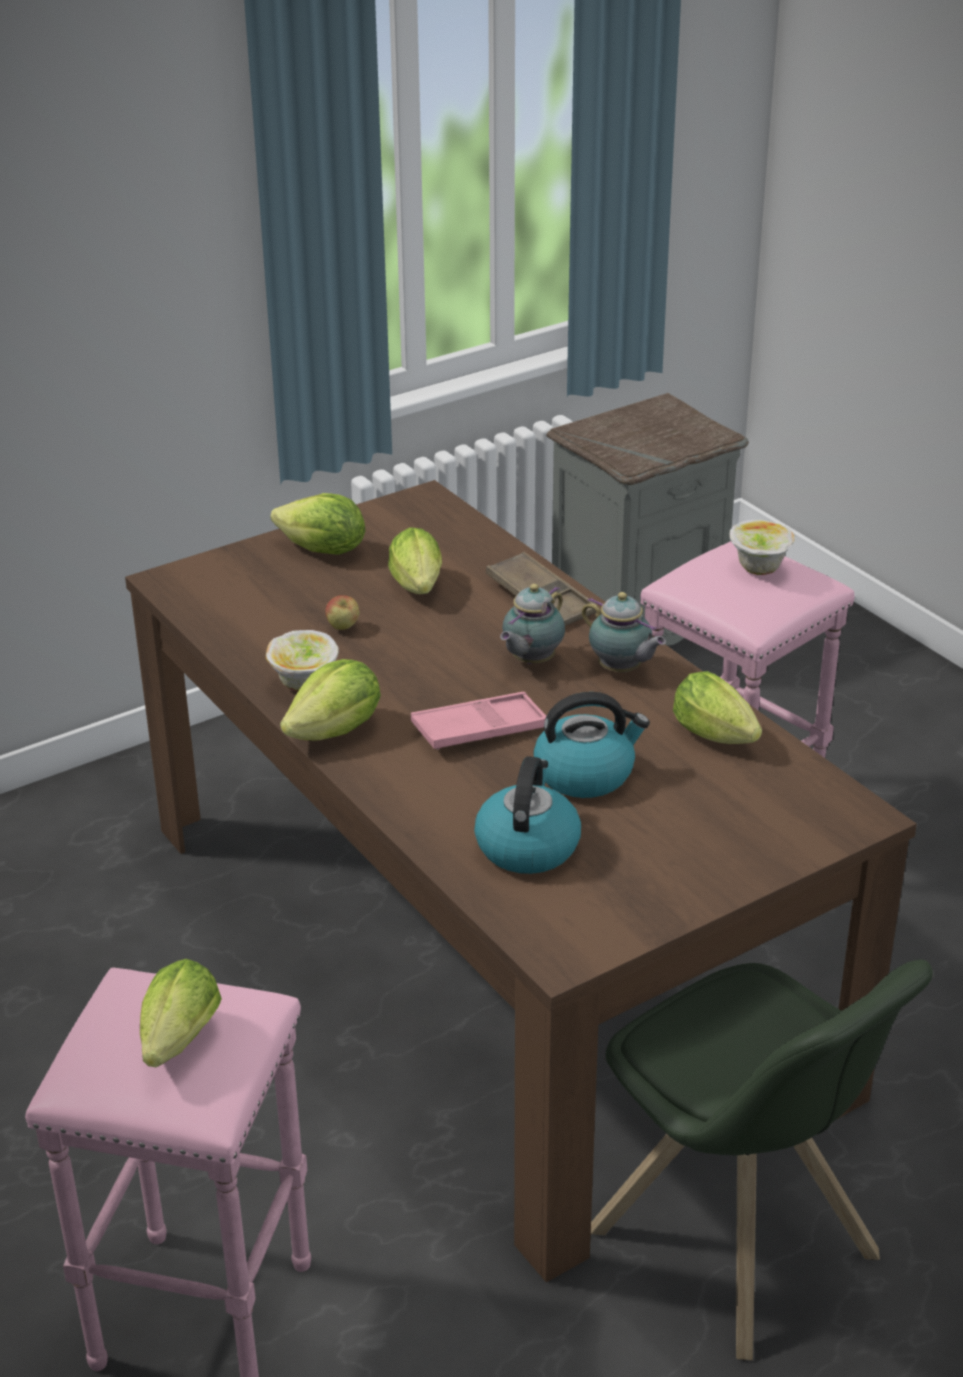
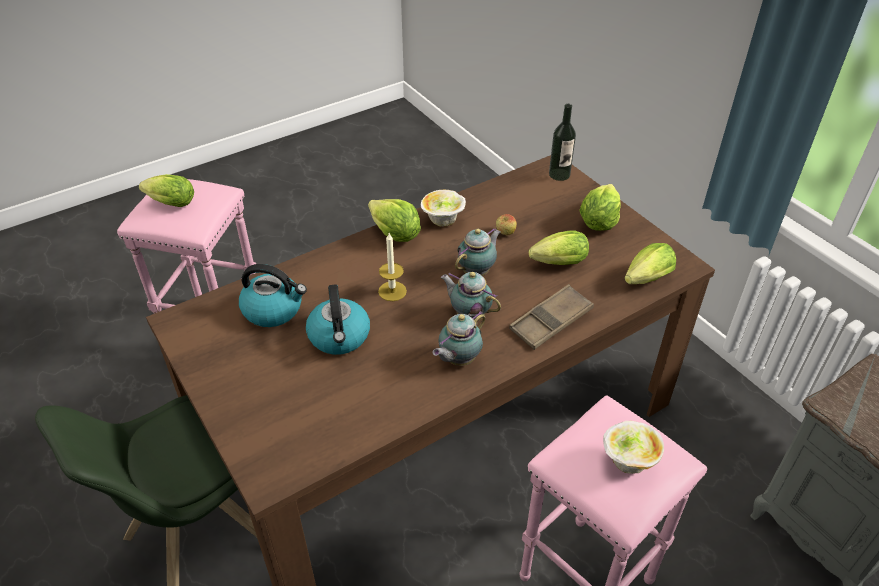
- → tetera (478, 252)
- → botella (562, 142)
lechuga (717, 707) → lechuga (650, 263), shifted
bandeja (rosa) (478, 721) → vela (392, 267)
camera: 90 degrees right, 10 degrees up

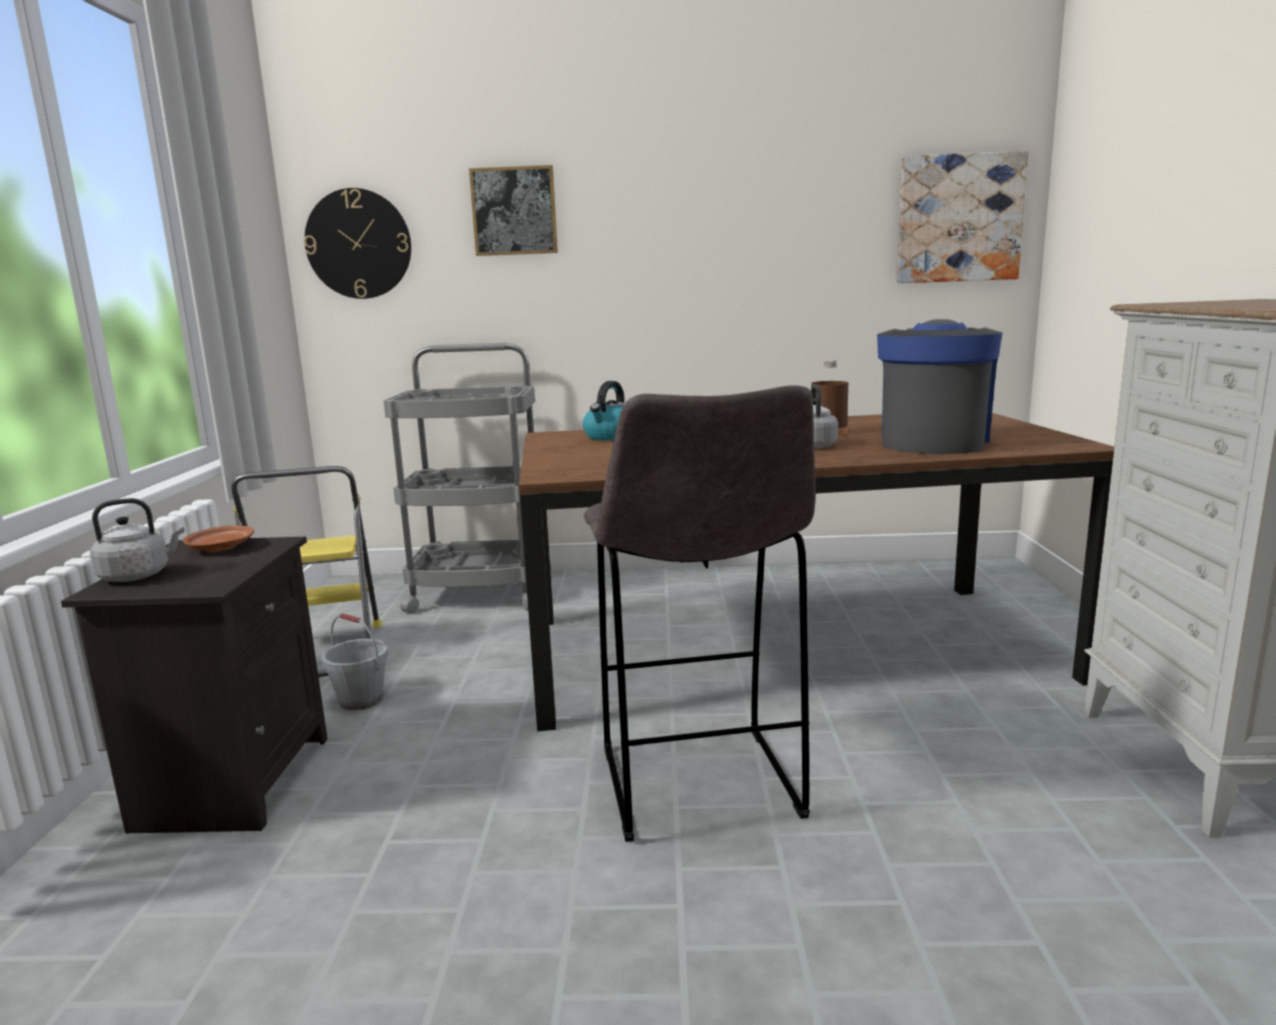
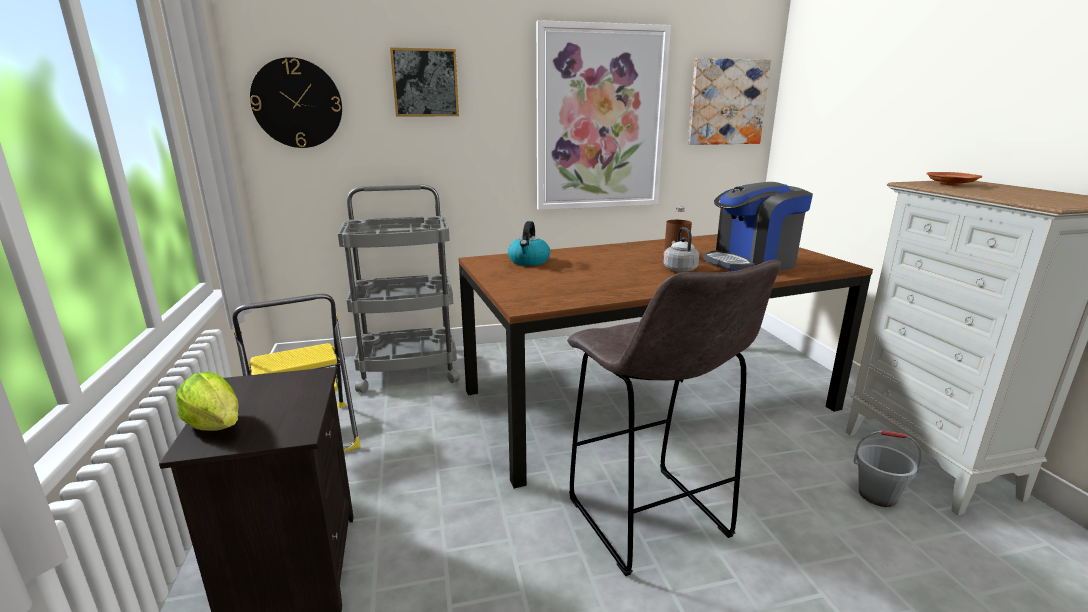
- → cuadro (603, 115)
plato (marrón) (218, 538) → plato (marrón) (954, 179), shifted
cubo (gris) (354, 661) → cubo (gris) (888, 468), shifted
hervidor (gris) (137, 540) → lechuga (207, 401)
cafetera (940, 386) → cafetera (758, 226), 120 degrees counterclockwise
camera: 15 degrees left, 5 degrees up

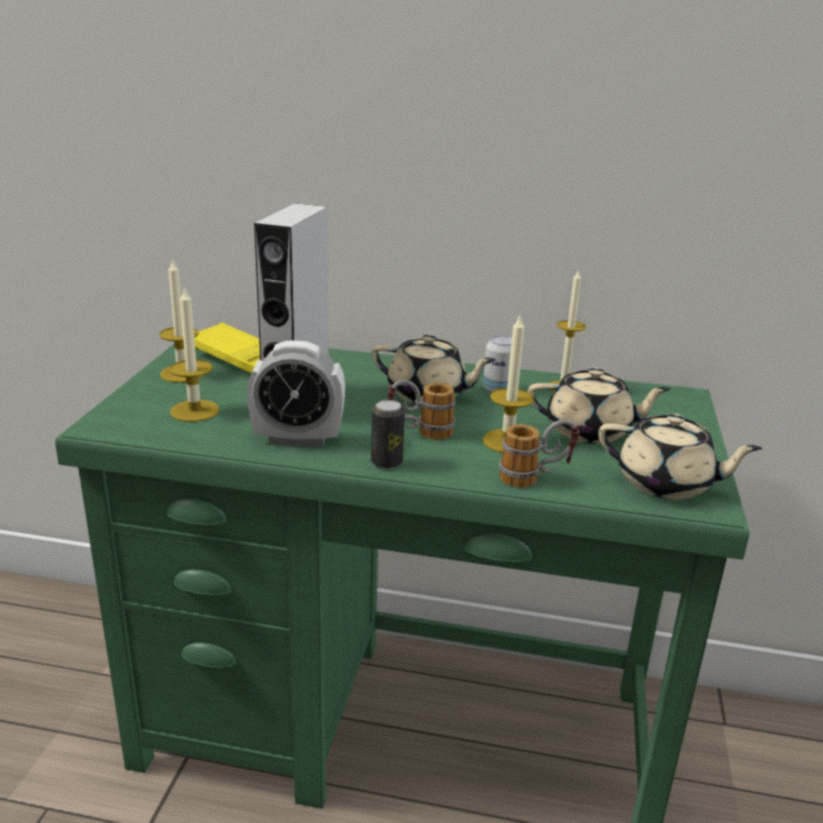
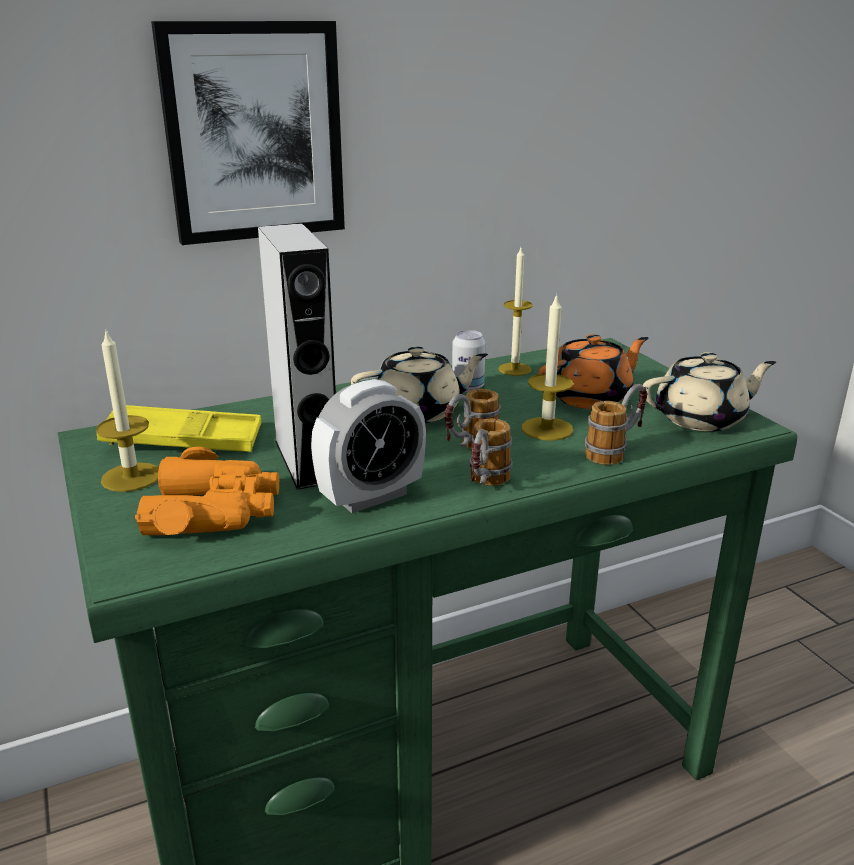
- → cuadro (248, 133)
vela (195, 354) → prismáticos (naranja) (207, 491)
lata (388, 434) → taza grande (491, 452)
tetera (beis) (599, 405) → tetera (naranja) (593, 371)
camera: 35 degrees left, 0 degrees up

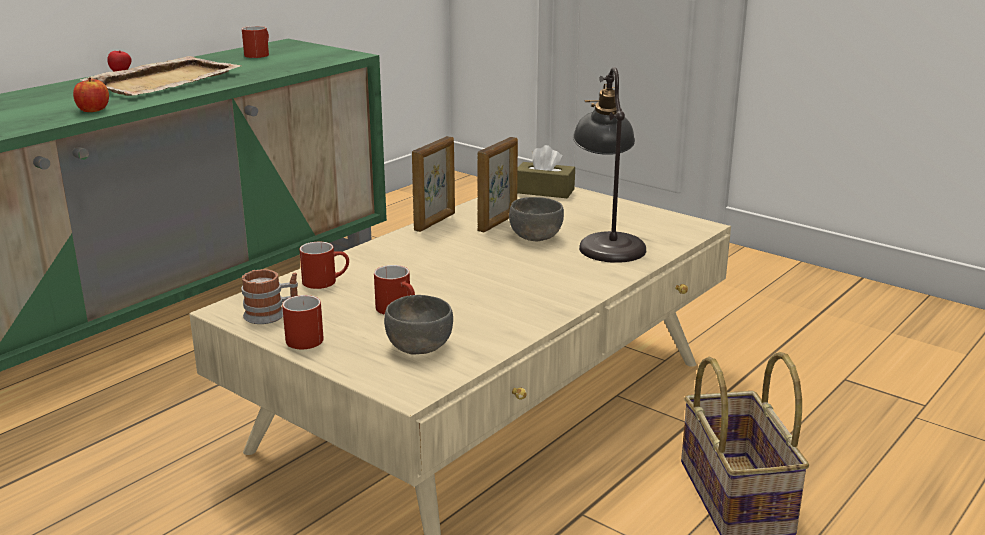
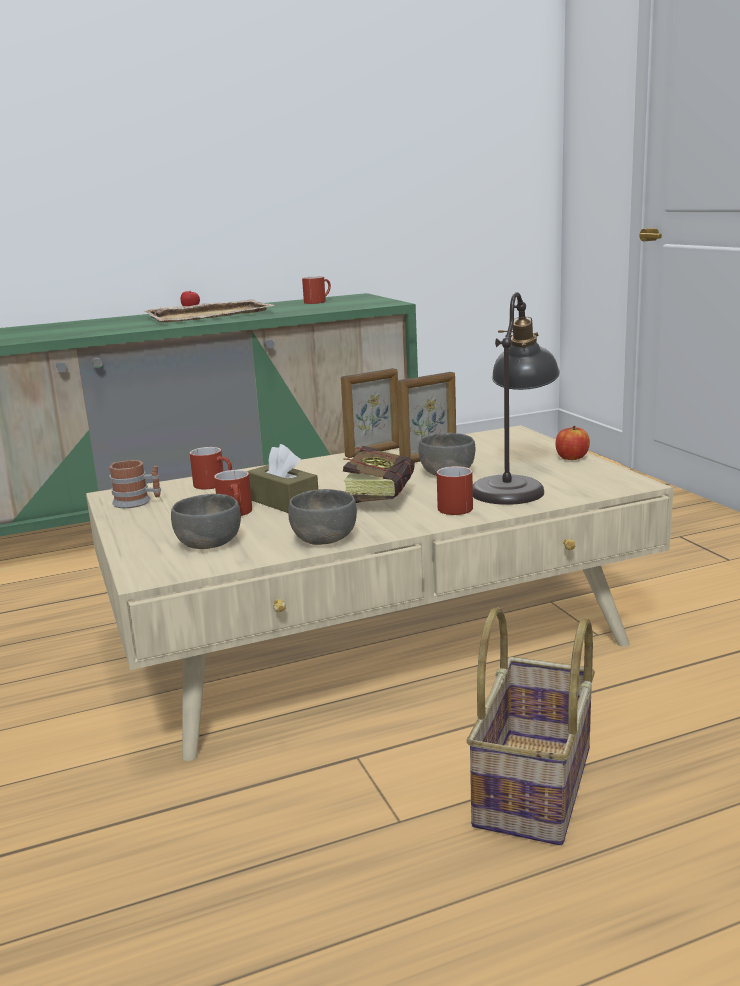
- → cuenco (gris) (322, 517)
- → libro (379, 474)
manzana (91, 94) → manzana (573, 443), shifted
taza grande (rojo) (303, 322) → taza grande (rojo) (455, 490), shifted
caja de pañuelos (marrón) (546, 171) → caja de pañuelos (marrón) (282, 478), shifted
camera: 30 degrees right, 5 degrees down

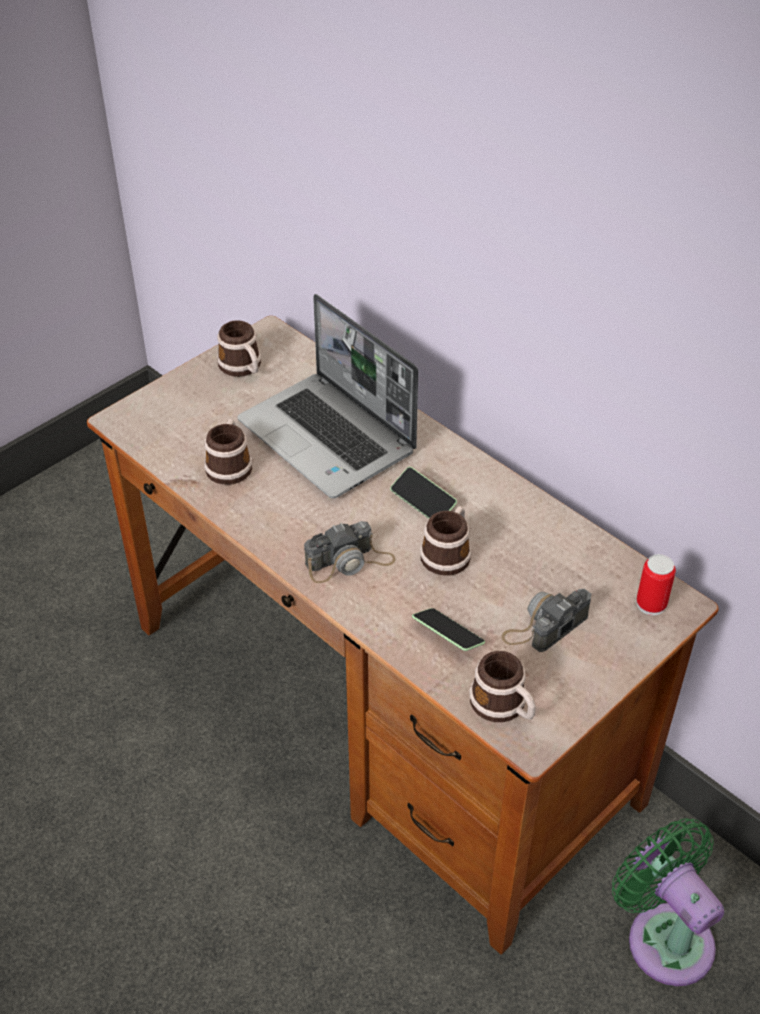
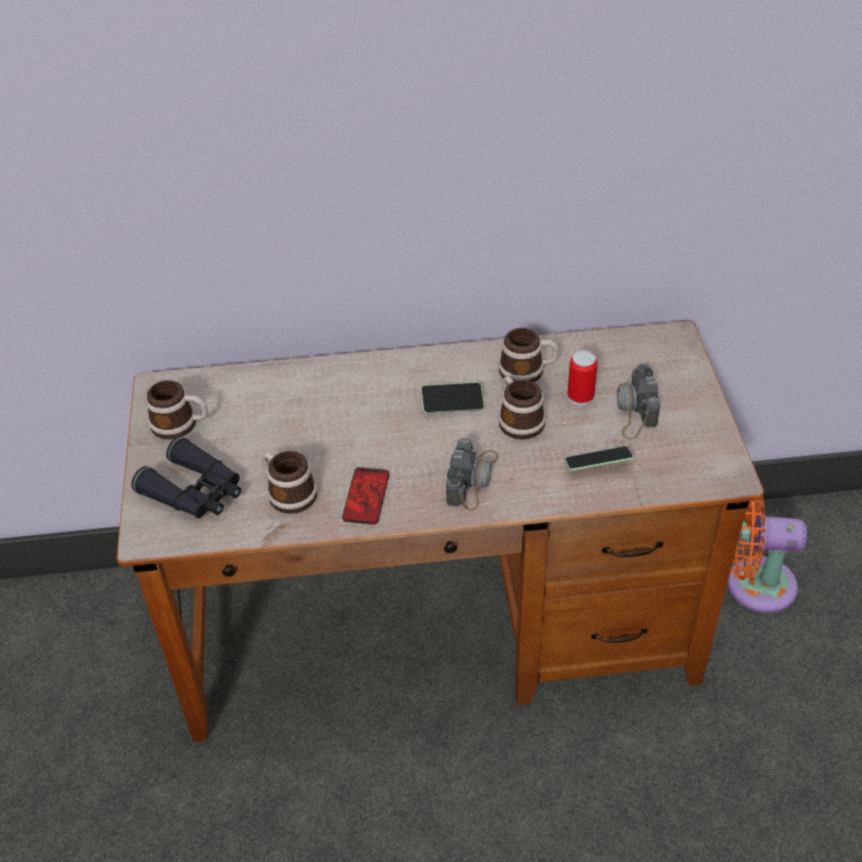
portátil (327, 396) → -
- → prismáticos (negro) (186, 477)
- → móvil (365, 496)
taza grande (503, 686) → taza grande (528, 355), shifted
lata (656, 584) → lata (583, 378), shifted
ventilador (verde) (668, 902) → ventilador (naranja) (767, 555)
camera: 50 degrees left, 0 degrees up

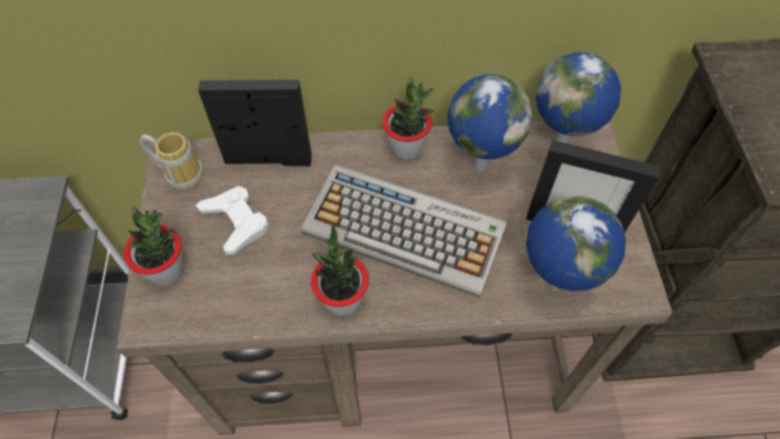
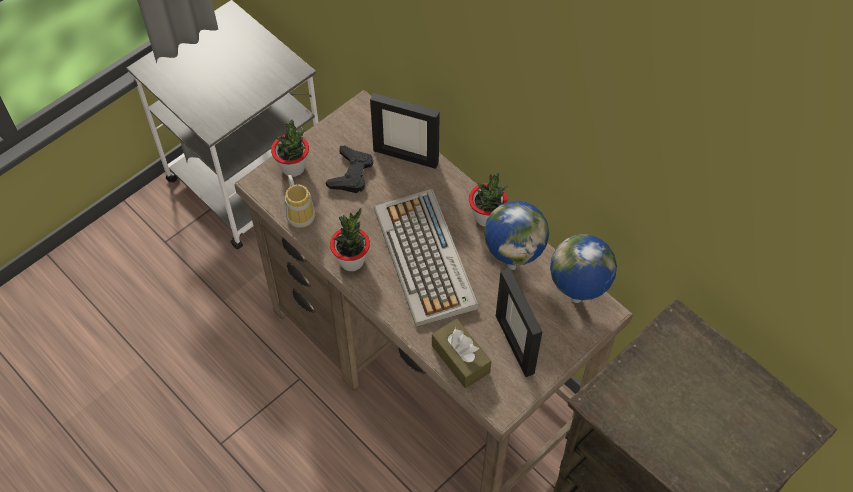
taza grande (171, 161) → taza grande (300, 201), shifted
globo terráqueo (576, 243) → caja de pañuelos (marrón) (461, 353)
mando de consola (blanco) (231, 220) → mando de consola (negro) (349, 169)
portarretratos (255, 123) → portarretratos (405, 131), 150 degrees clockwise
camera: 50 degrees right, 0 degrees up

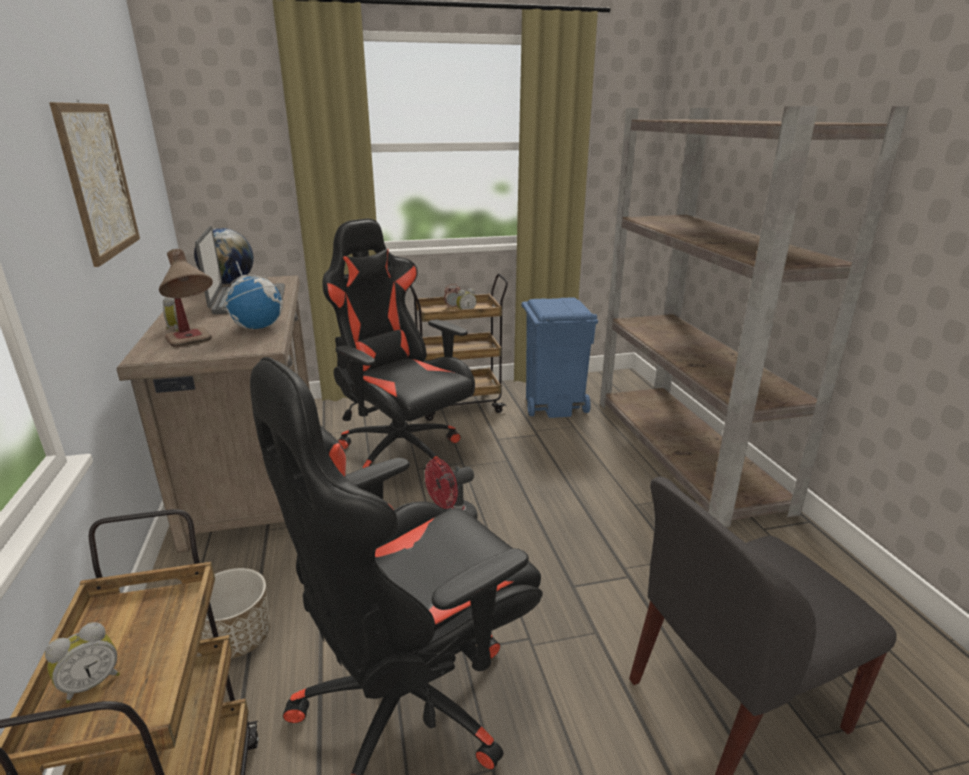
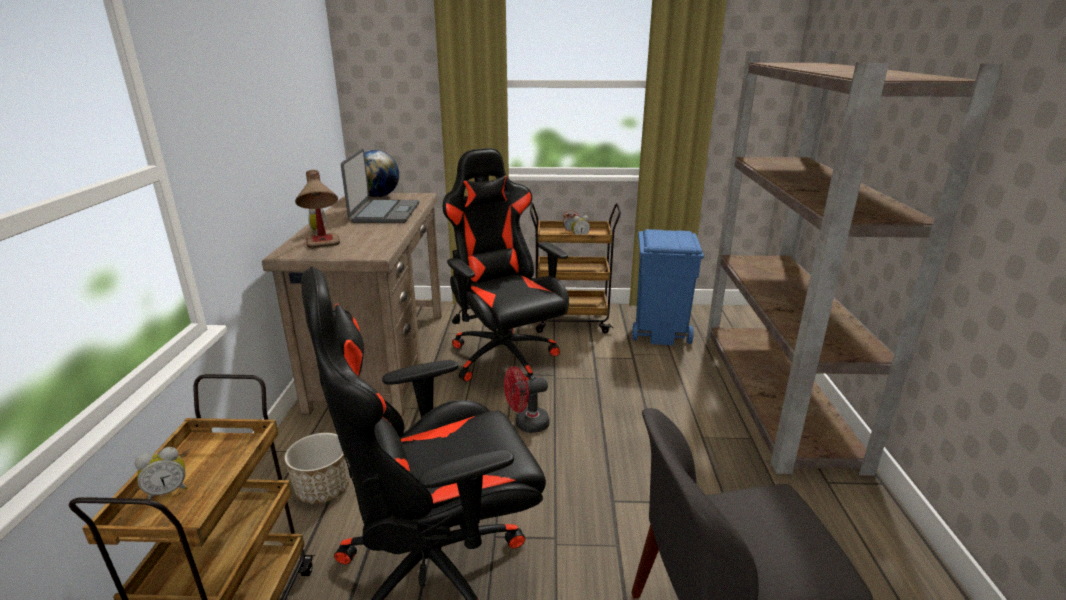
cuadro (94, 183) → -
globo terráqueo (252, 295) → -
camera: 15 degrees right, 0 degrees up

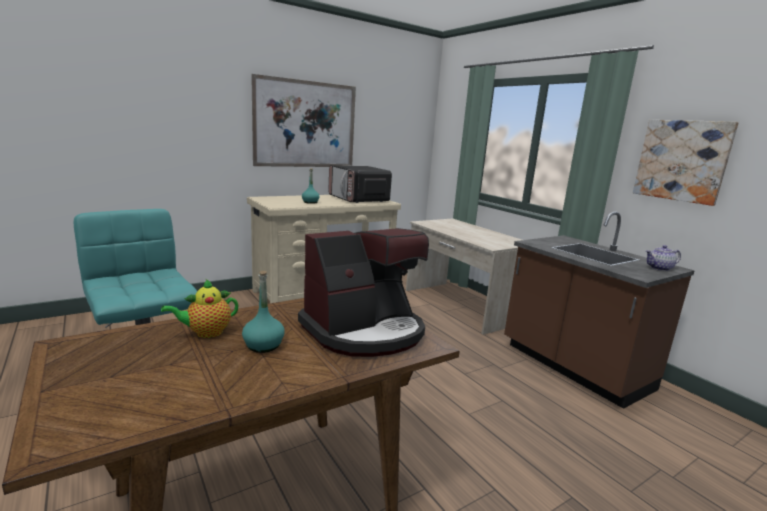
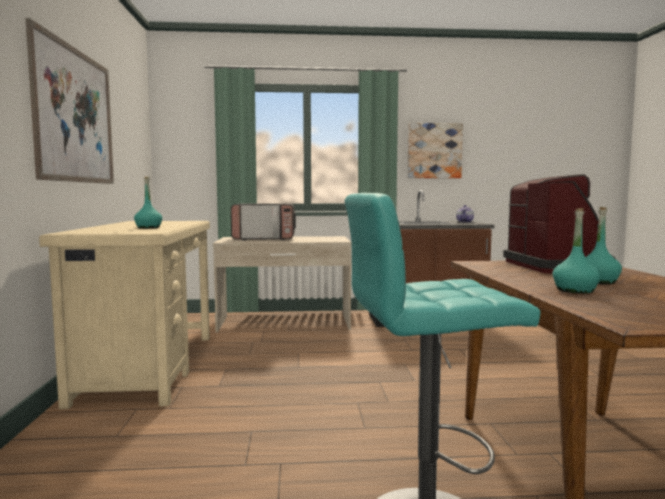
microondas (360, 184) → microondas (263, 222), shifted
tetera (199, 308) → botella (turquesa) (576, 251)
camera: 60 degrees left, 10 degrees down

